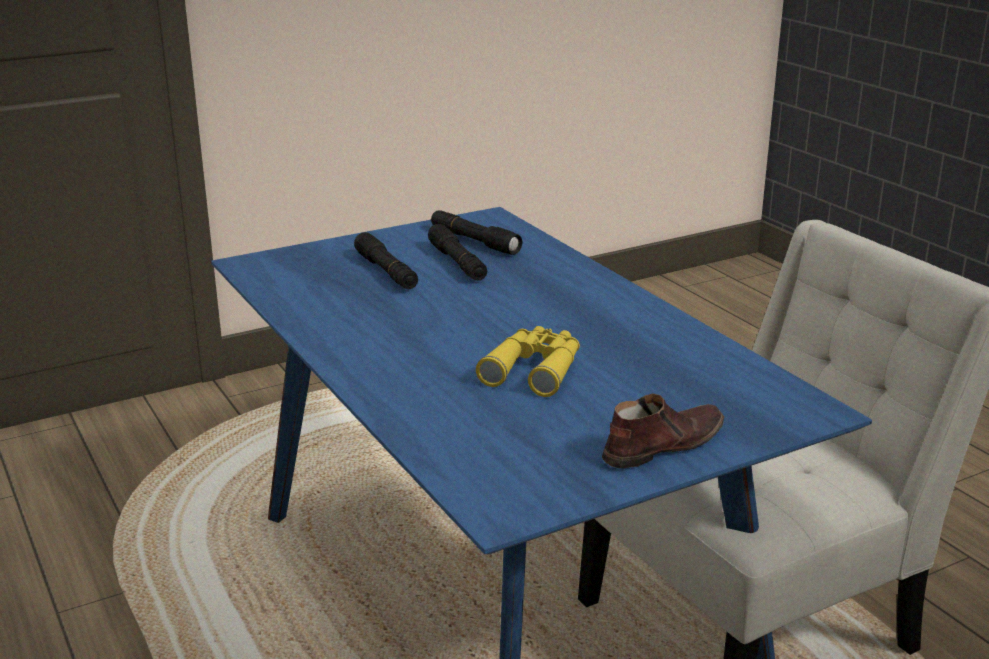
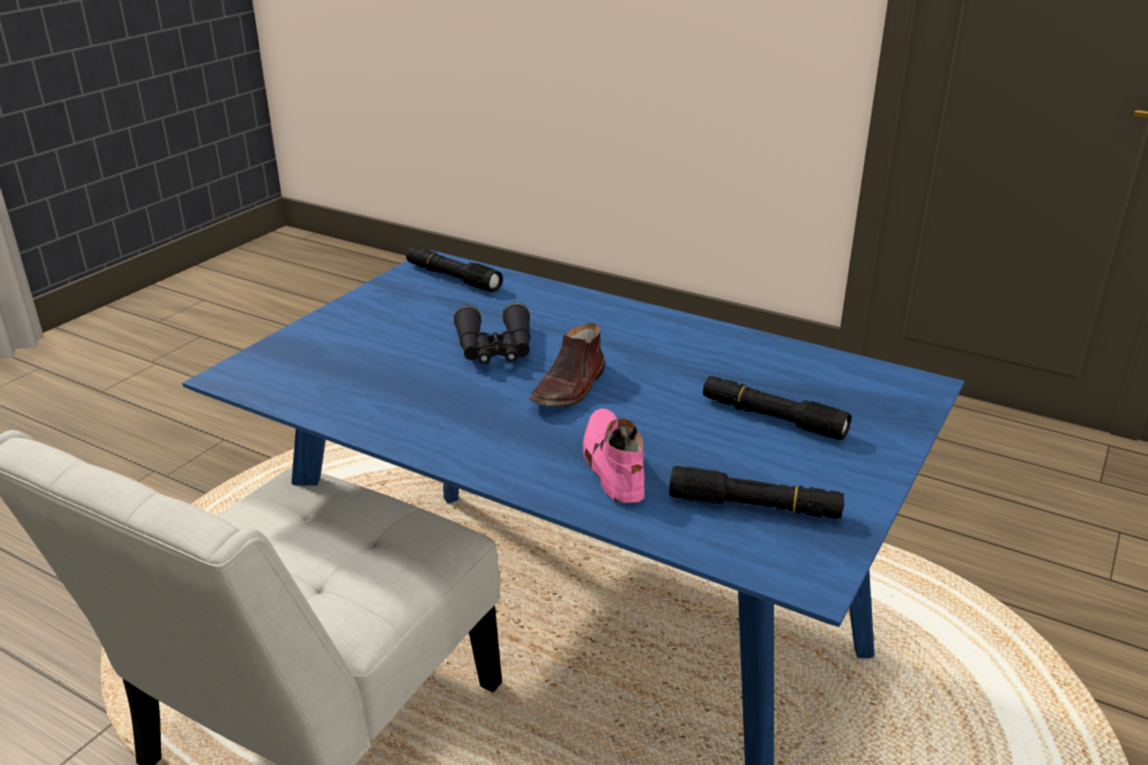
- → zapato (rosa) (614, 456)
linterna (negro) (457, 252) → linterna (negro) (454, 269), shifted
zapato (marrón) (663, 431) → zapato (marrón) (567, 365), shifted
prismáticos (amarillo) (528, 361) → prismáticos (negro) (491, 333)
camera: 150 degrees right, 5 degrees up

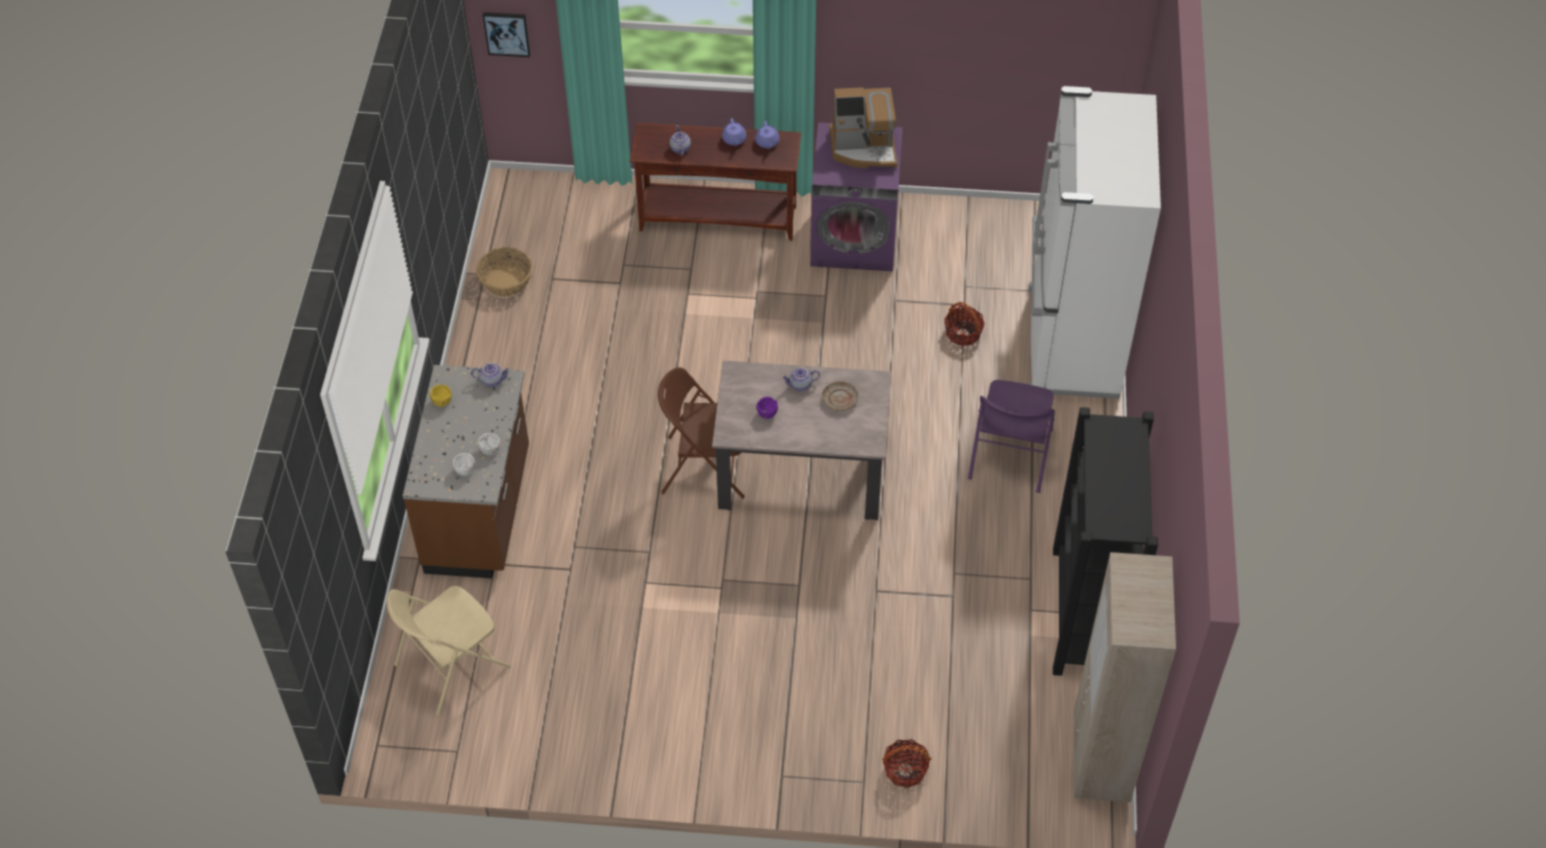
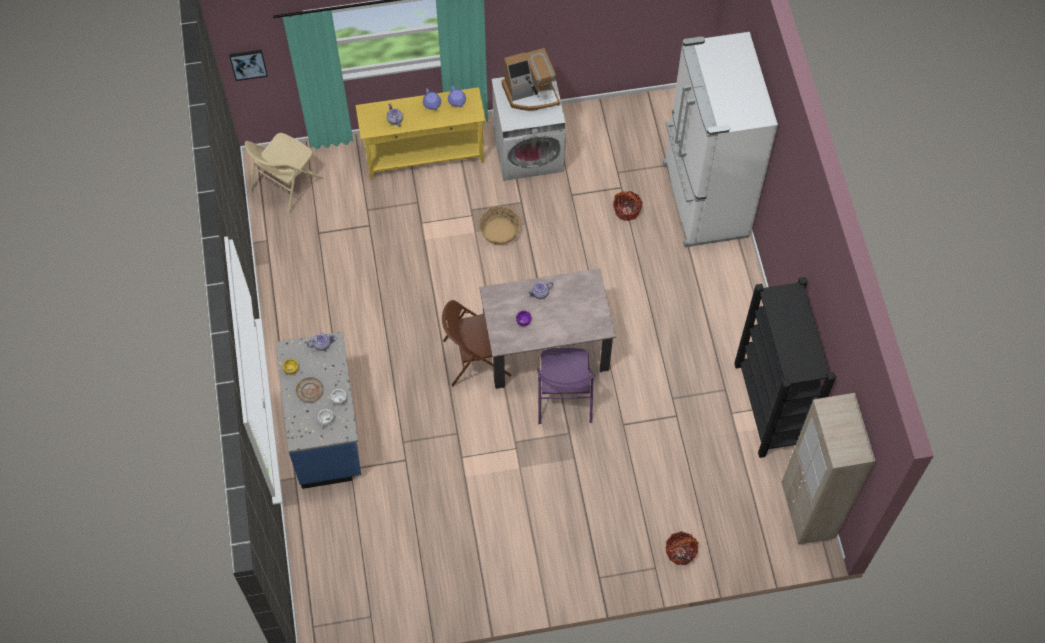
silla (beis) (449, 651) → silla (beis) (284, 175), shifted
cesta (504, 272) → cesta (500, 225), shifted
plato (beis) (840, 396) → plato (beis) (309, 389), shifted
silla (morado) (1011, 436) → silla (morado) (566, 386), shifted
mueble bajo de cocina (marrón) (466, 471) → mueble bajo de cocina (azul) (318, 410)
mesa consola (marrón) (715, 182) → mesa consola (amarillo) (421, 133)
lavadora (morado) (856, 196) → lavadora (blanco) (529, 129)
camera: 15 degrees left, 10 degrees up

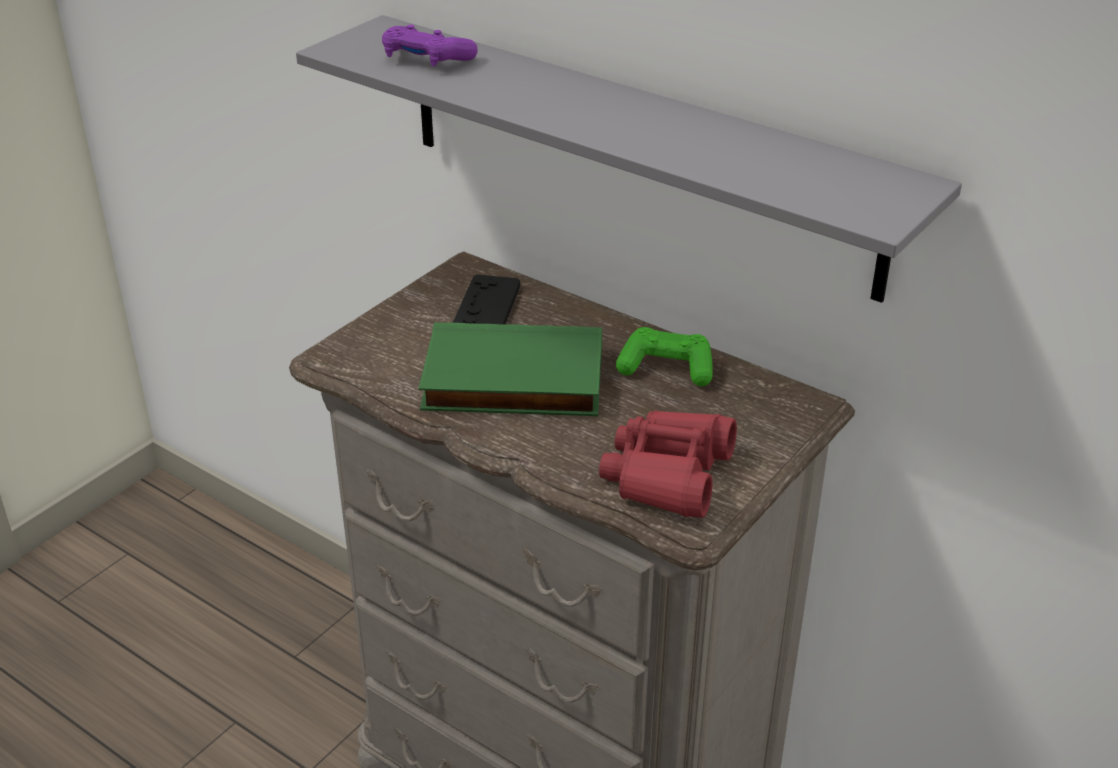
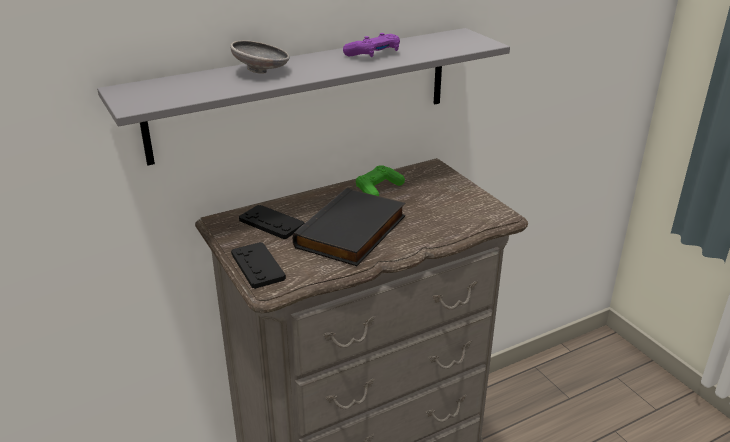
prismáticos (rojo) (668, 464) → -
- → cuenco (gris) (260, 57)
- → mando de consola (negro) (258, 265)
mando de consola (morado) (429, 46) → mando de consola (morado) (371, 45), shifted
libro (verde) (510, 369) → libro (negro) (349, 226)
camera: 65 degrees left, 5 degrees down

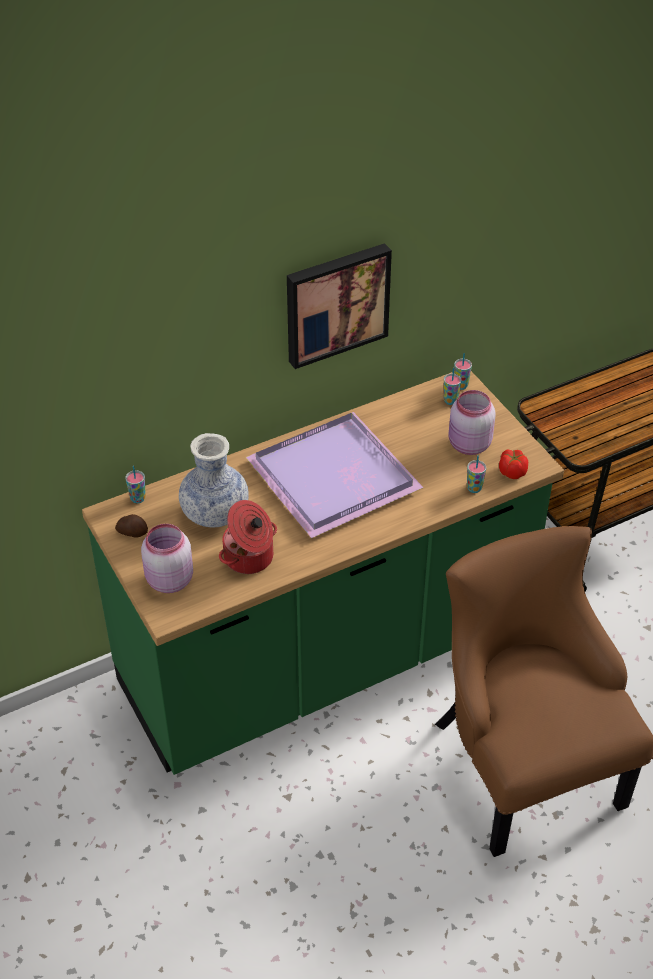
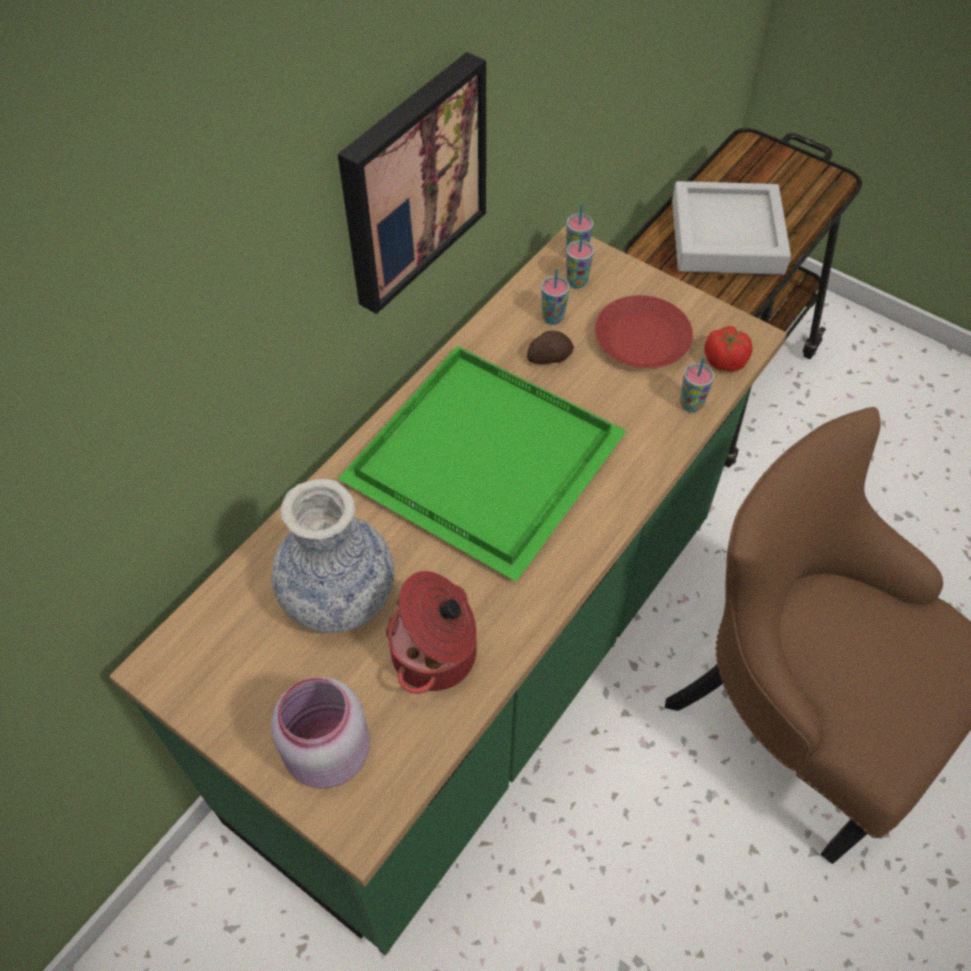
- → bandeja (gris) (731, 228)
patata (131, 526) → patata (550, 347), shifted
taza (135, 484) → taza (555, 297), shifted
tarro (rosa) (472, 422) → plato (rojo) (644, 331)
bandeja (morado) (335, 475) → bandeja (verde) (482, 464)
camera: 25 degrees left, 10 degrees up

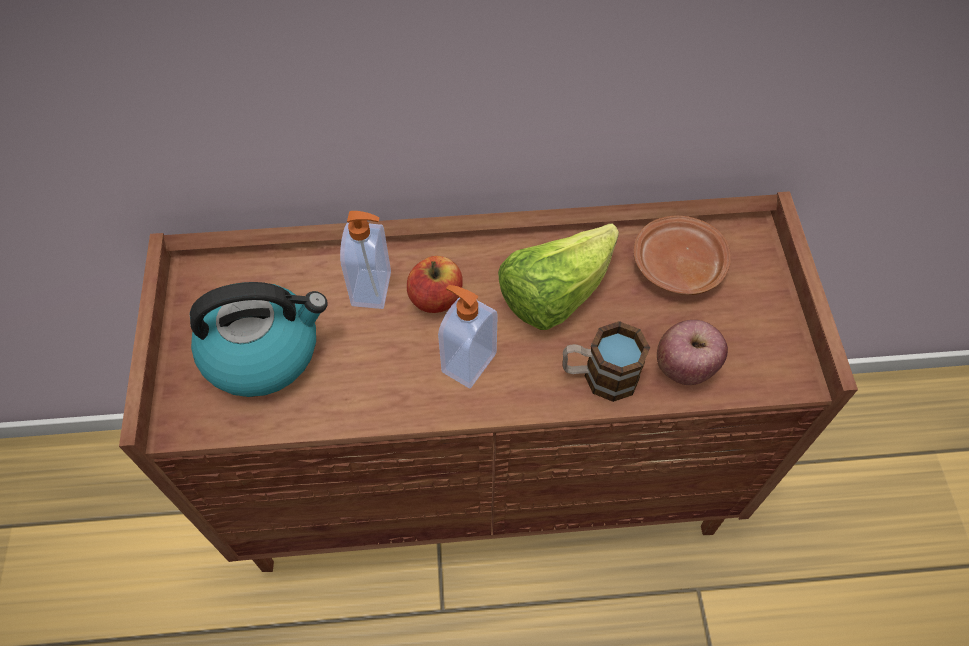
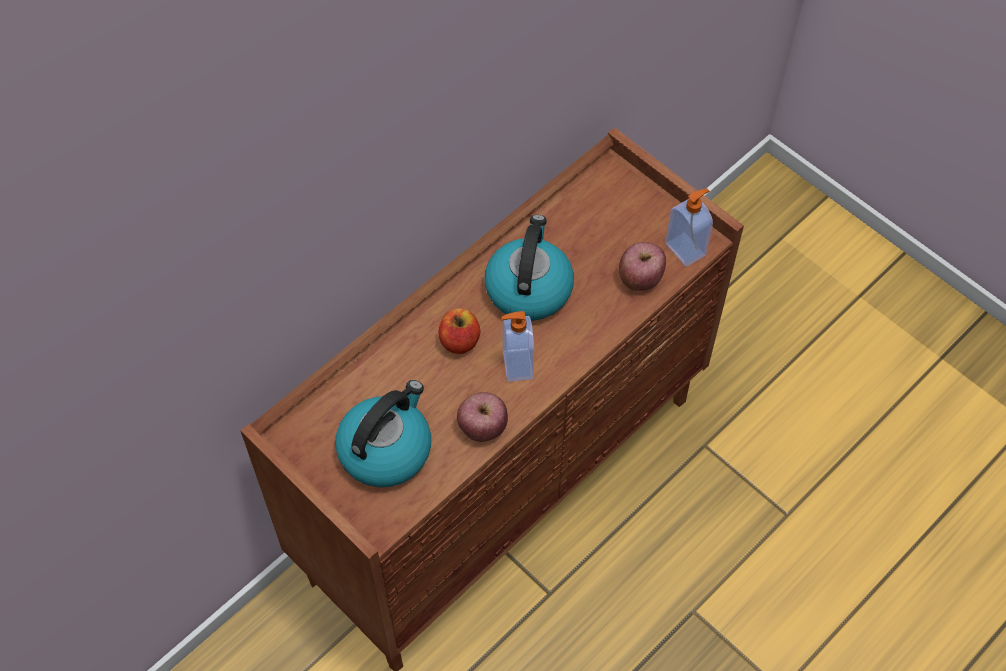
taza grande (606, 361) → -
plato (marrón) (682, 255) → -
- → manzana (482, 417)
dispensador de jabón (365, 260) → dispensador de jabón (689, 228), shifted
lechuga (558, 277) → hervidor (529, 268)
camera: 40 degrees left, 0 degrees up

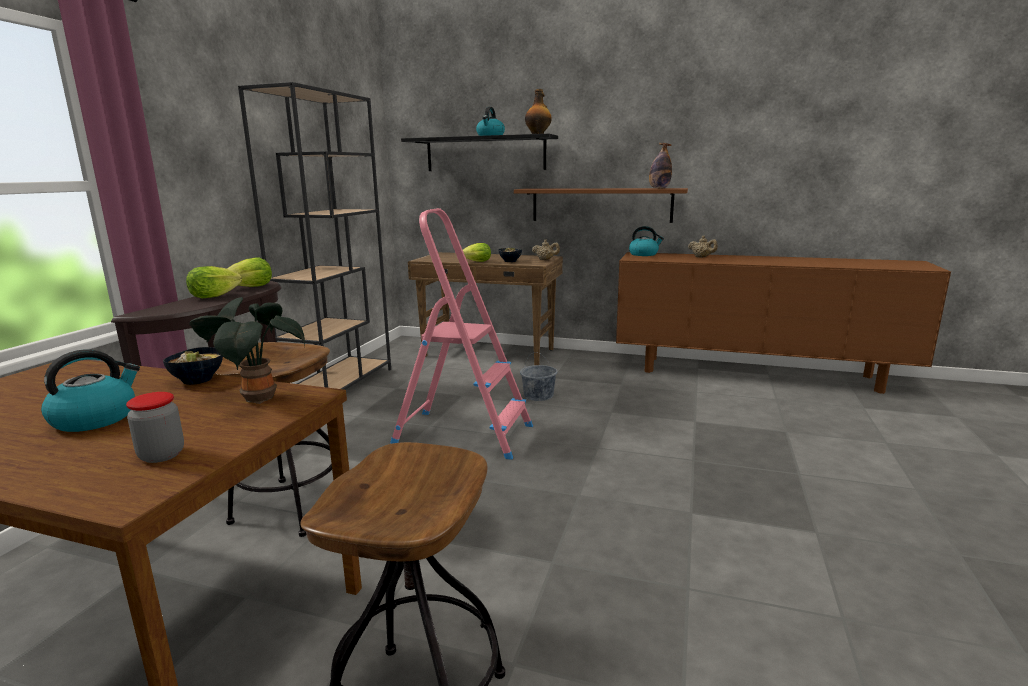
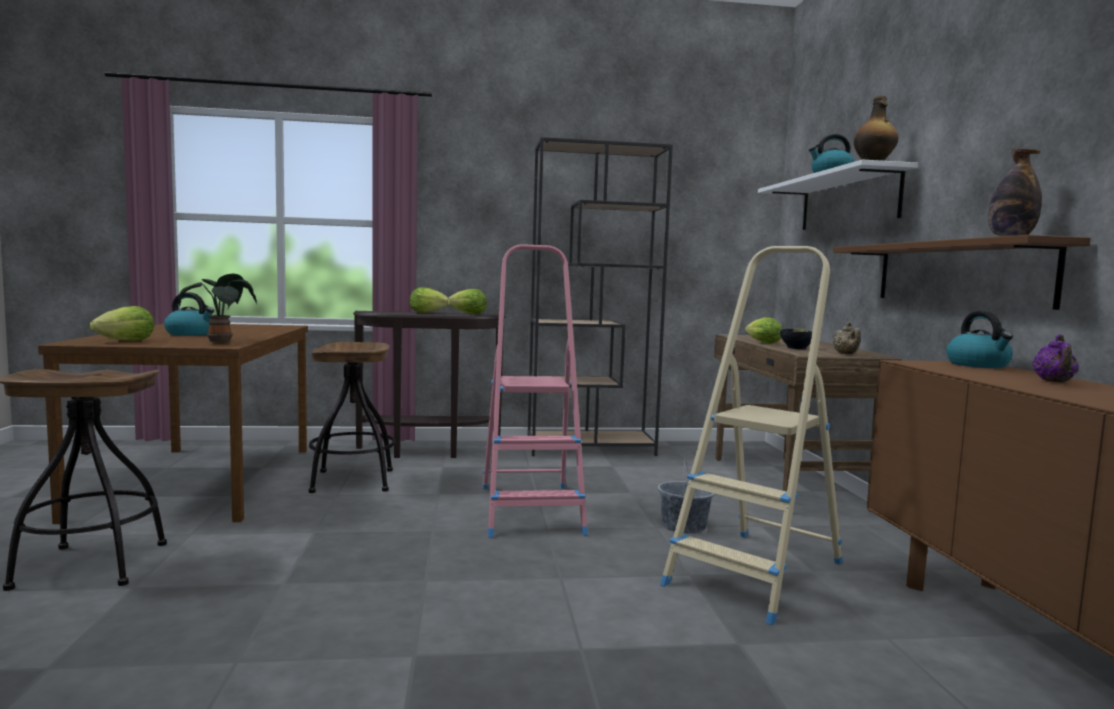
cuenco (193, 366) → -
- → escalera de tijera (beis) (751, 435)
tarro (155, 427) → lechuga (122, 323)
estante (negro) (479, 152) → estante (blanco) (838, 195)
tetera (beis) (703, 246) → tetera (morado) (1055, 358)
camera: 65 degrees right, 10 degrees down

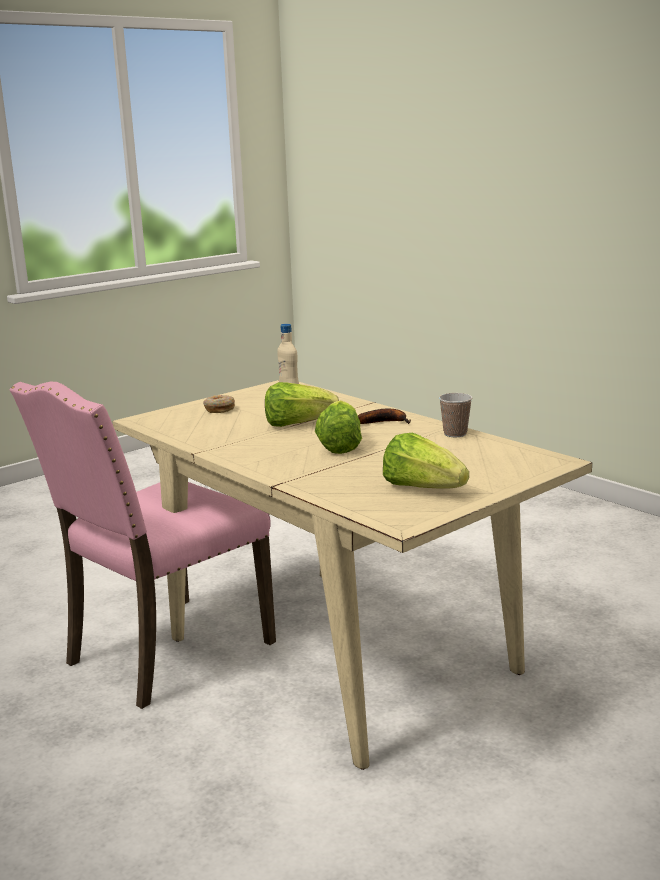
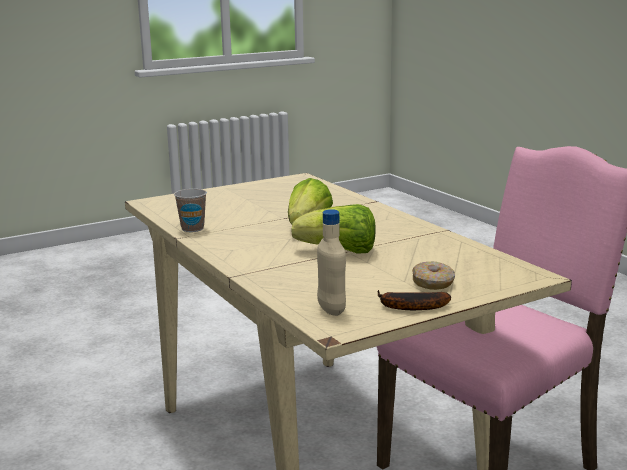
lechuga (426, 461) → -
plátano (384, 416) → plátano (414, 300), shifted
camera: 170 degrees left, 0 degrees up

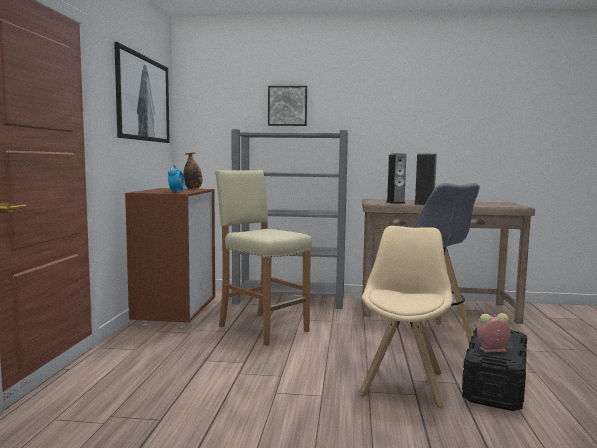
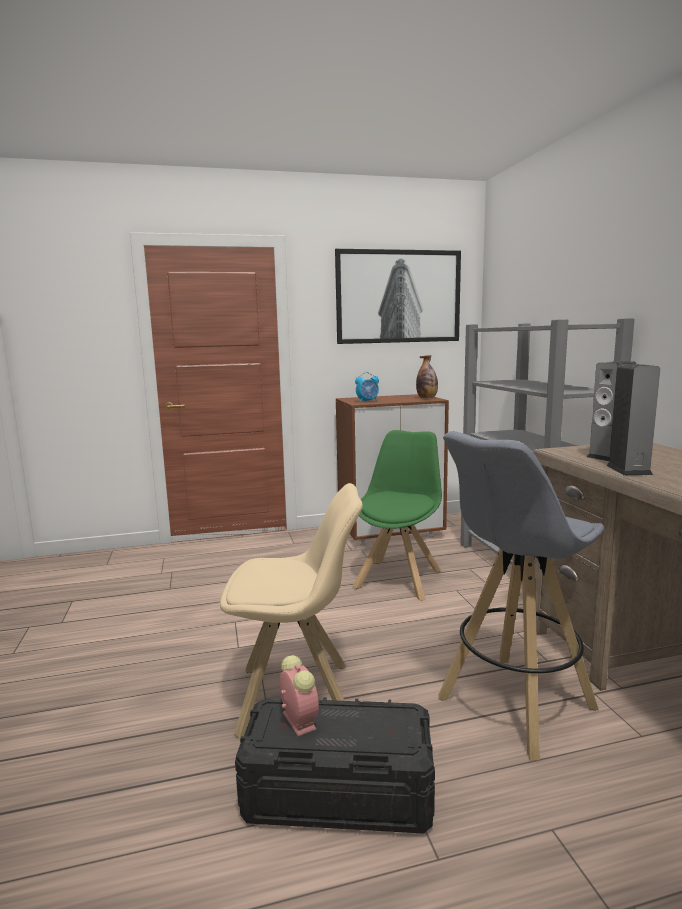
cuadro (287, 106) → -
taburete (beis) (263, 258) → silla (verde) (397, 515)
camera: 70 degrees right, 5 degrees up

